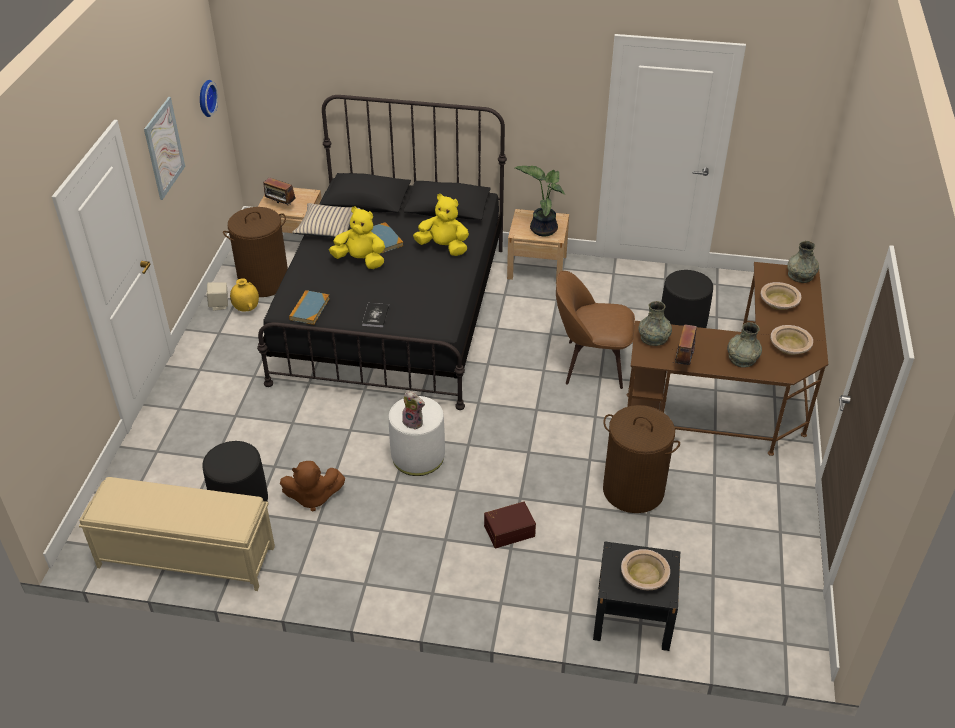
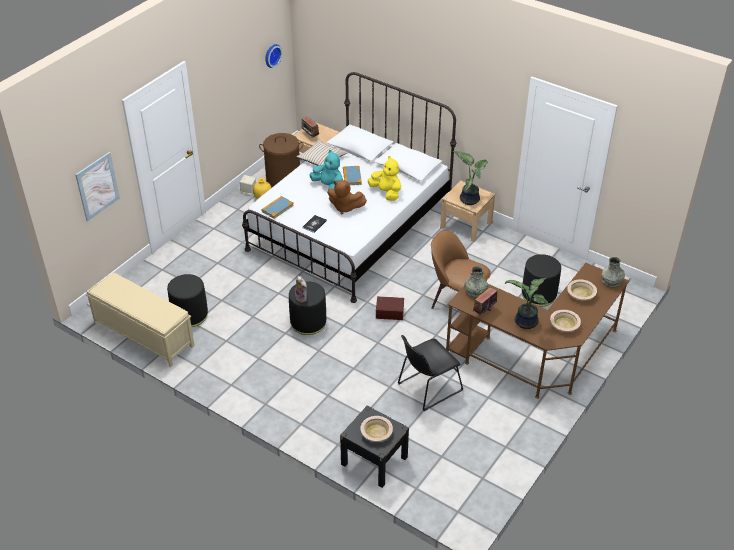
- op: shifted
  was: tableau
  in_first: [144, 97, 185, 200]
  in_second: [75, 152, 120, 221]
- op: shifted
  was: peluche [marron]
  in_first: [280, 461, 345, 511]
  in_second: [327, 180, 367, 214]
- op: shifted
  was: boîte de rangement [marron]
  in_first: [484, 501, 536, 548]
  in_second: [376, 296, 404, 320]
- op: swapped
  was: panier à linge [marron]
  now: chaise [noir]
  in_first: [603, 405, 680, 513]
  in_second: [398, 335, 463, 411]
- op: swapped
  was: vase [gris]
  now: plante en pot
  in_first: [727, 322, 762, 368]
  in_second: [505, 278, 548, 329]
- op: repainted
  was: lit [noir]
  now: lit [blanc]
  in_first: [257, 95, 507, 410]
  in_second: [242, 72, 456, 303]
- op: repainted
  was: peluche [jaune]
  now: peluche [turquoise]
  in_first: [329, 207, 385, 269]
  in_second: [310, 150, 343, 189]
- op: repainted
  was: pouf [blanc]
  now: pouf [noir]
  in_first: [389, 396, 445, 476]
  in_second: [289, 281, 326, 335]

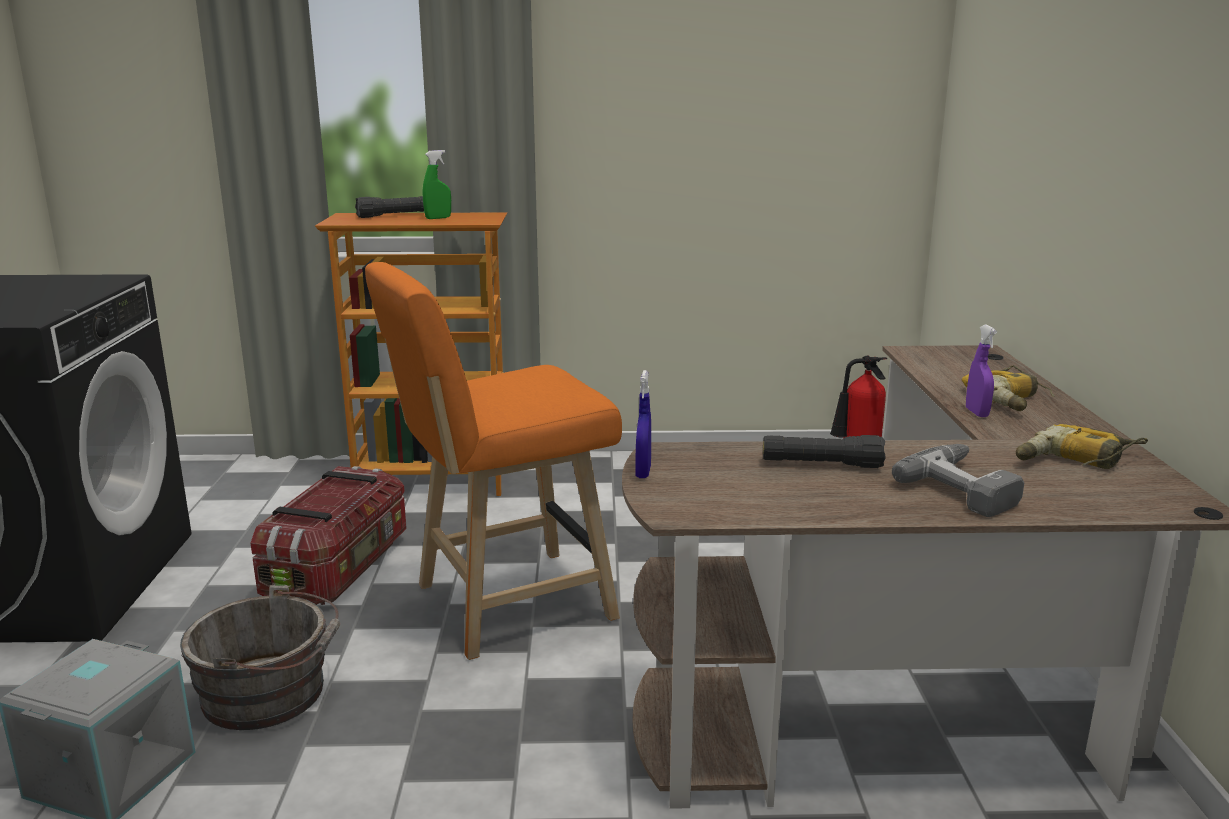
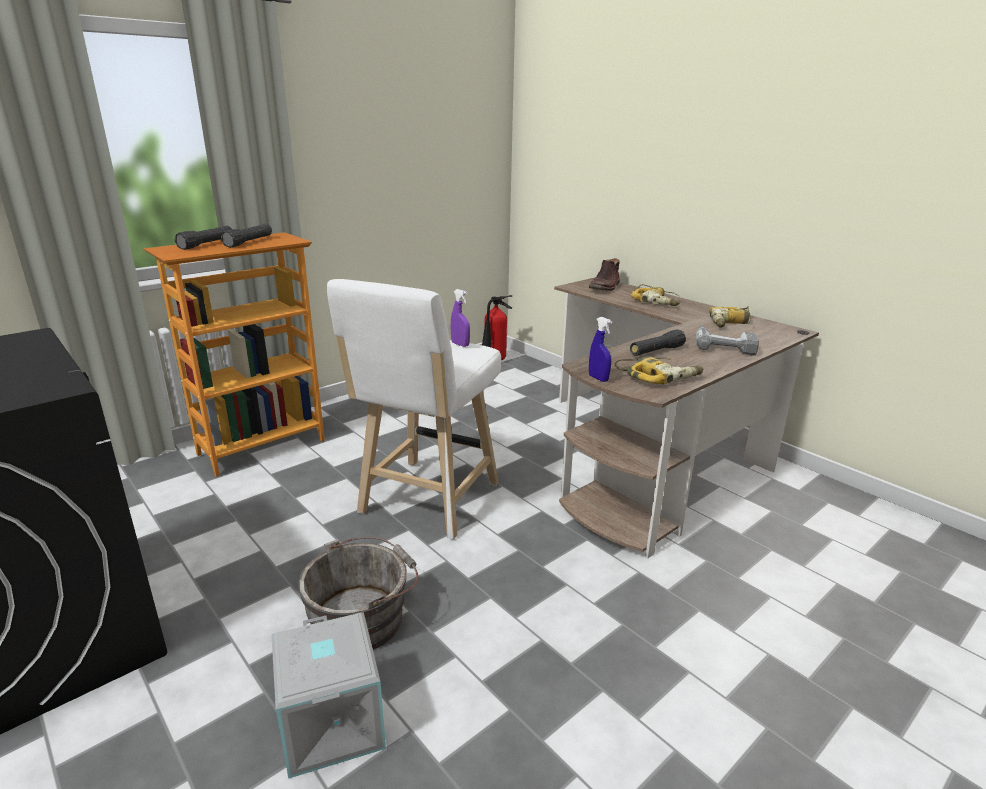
- op: gone
  was: boîte de rangement
  in_first: [251, 466, 407, 605]
- op: new
  now: botte [marron]
  in_second: [589, 258, 620, 291]
- op: new
  now: perceuse
  in_second: [615, 356, 703, 384]
- op: shifted
  was: vaporisateur [violet]
  in_first: [966, 325, 997, 417]
  in_second: [451, 289, 470, 347]
- op: swapped
  was: vaporisateur [vert]
  now: lampe de poche [noir]
  in_first: [423, 150, 451, 219]
  in_second: [221, 224, 272, 248]
- op: repainted
  was: tabouret [orange]
  now: tabouret [blanc]
  in_first: [365, 262, 622, 660]
  in_second: [327, 279, 501, 540]

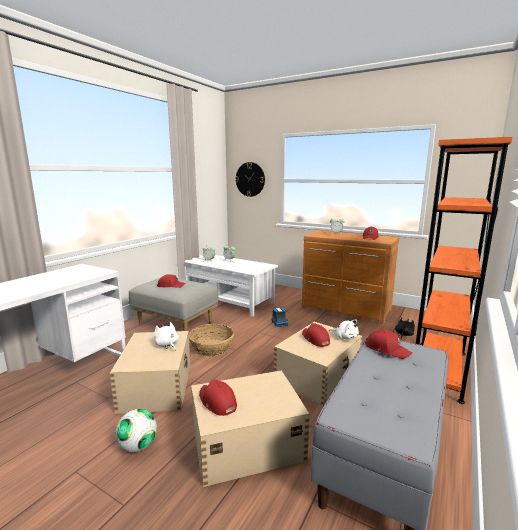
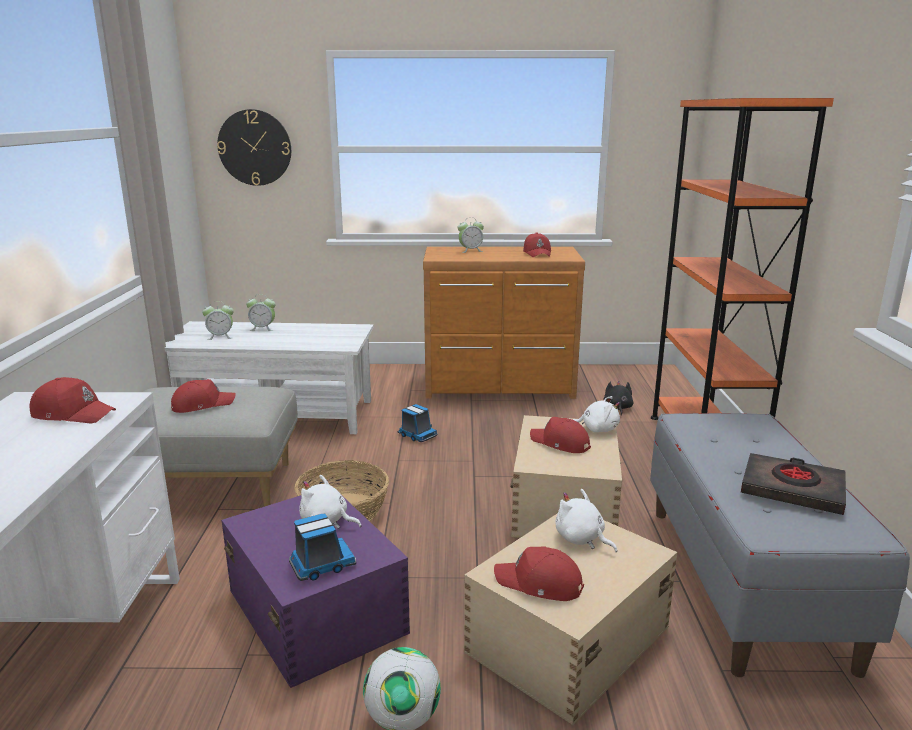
- op: new
  now: camion jouet
  in_second: [289, 514, 356, 581]
- op: new
  now: peluche [blanc]
  in_second: [555, 489, 617, 552]
- op: new
  now: livre [noir]
  in_second: [741, 453, 846, 515]
- op: shifted
  was: casquette [rouge]
  in_first: [365, 330, 412, 359]
  in_second: [30, 377, 116, 424]
- op: repainted
  was: boîte de rangement [beige]
  now: boîte de rangement [violet]
  in_first: [110, 331, 191, 414]
  in_second: [221, 486, 410, 688]

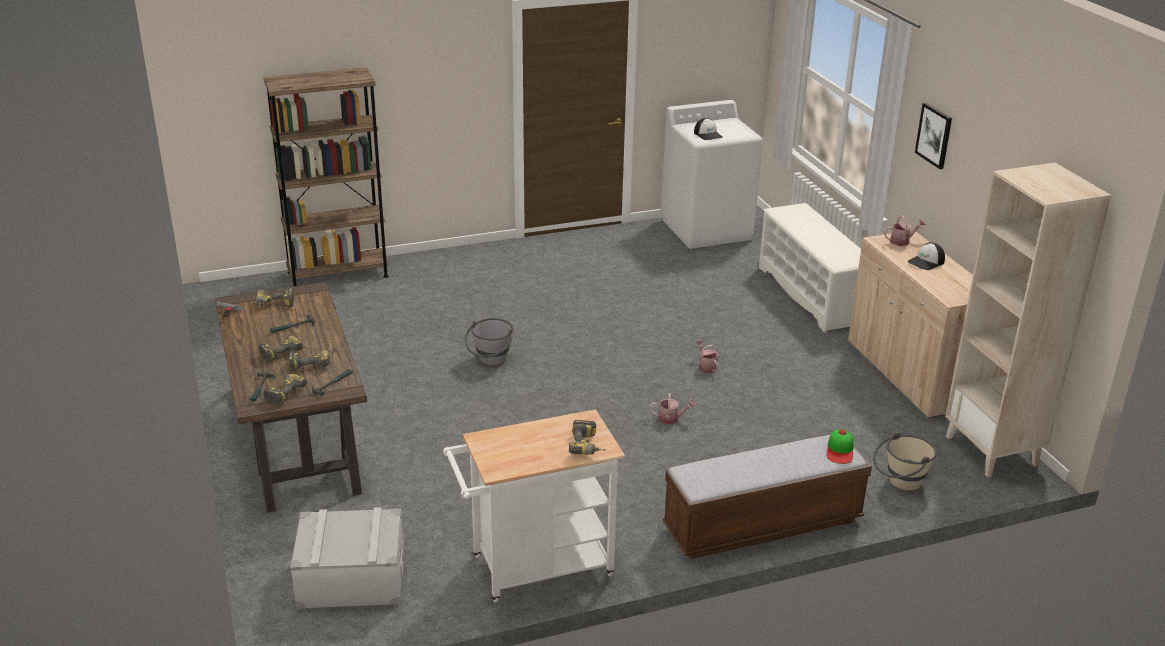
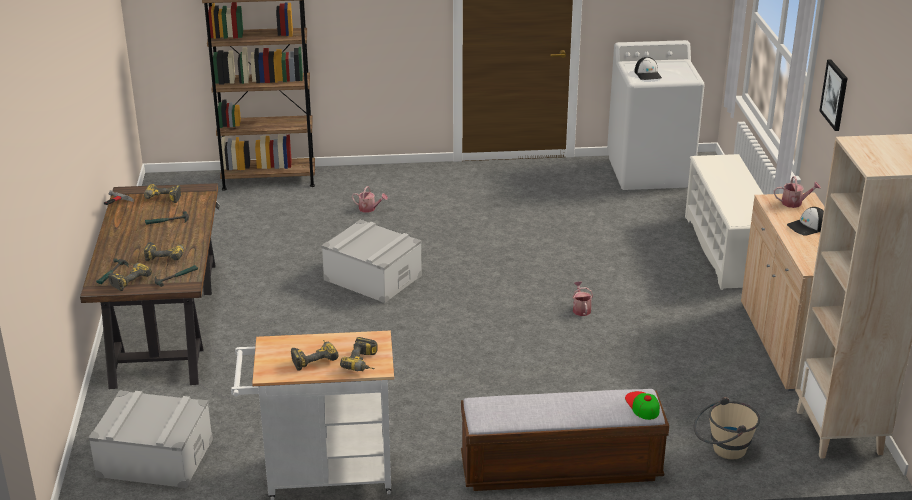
- op: shifted
  was: perceuse
  in_first: [259, 335, 303, 363]
  in_second: [291, 340, 339, 371]
- op: shifted
  was: arrosoir
  in_first: [650, 393, 696, 424]
  in_second: [352, 186, 388, 213]
- op: swapped
  was: seau [gris]
  now: boîte de rangement [gris]
  in_first: [465, 318, 513, 366]
  in_second: [321, 220, 422, 303]
- op: rotated
  was: casquette
  in_first: [826, 429, 854, 464]
  in_second: [625, 391, 660, 420]
  clockwise: 135

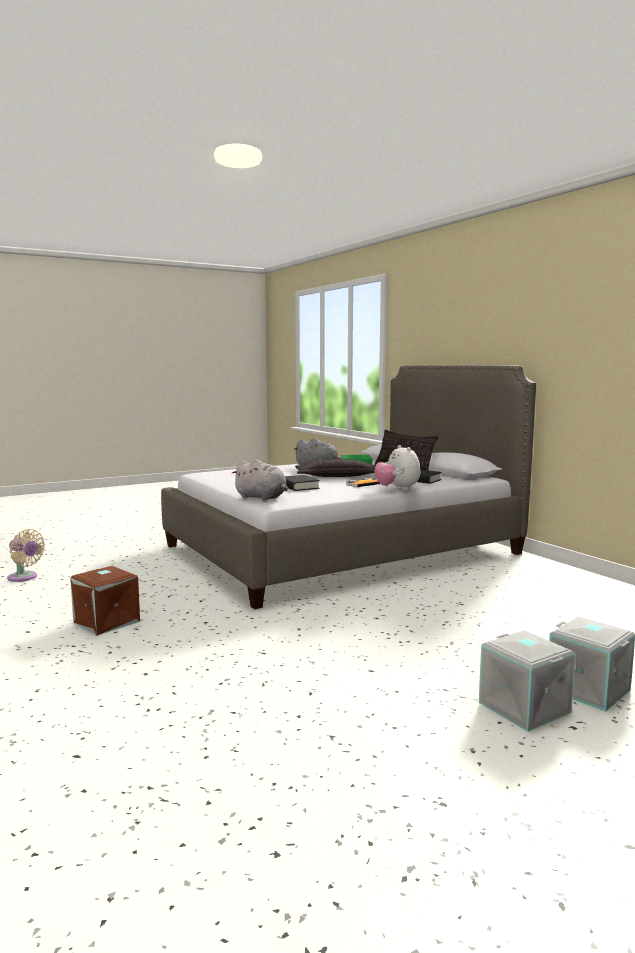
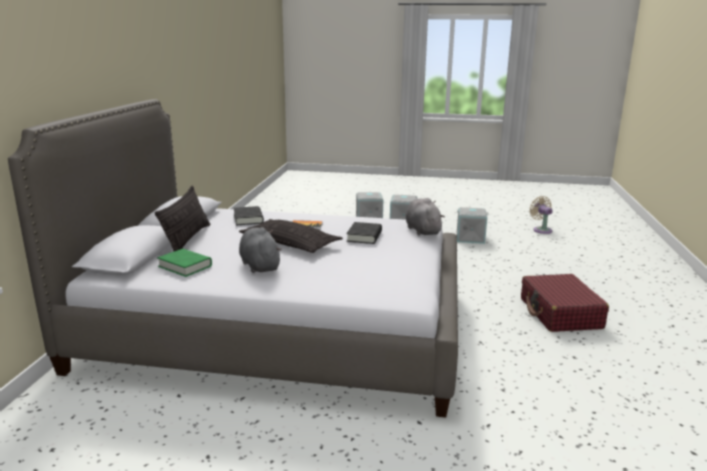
- op: gone
  was: peluche
  in_first: [375, 445, 420, 490]
- op: new
  now: boîte de rangement [gris]
  in_second: [457, 207, 489, 244]
- op: shifted
  was: ventilateur [beige]
  in_first: [7, 529, 45, 582]
  in_second: [529, 196, 553, 234]
- op: swapped
  was: boîte de rangement [marron]
  now: valise [rouge]
  in_first: [70, 566, 140, 635]
  in_second: [521, 274, 609, 332]

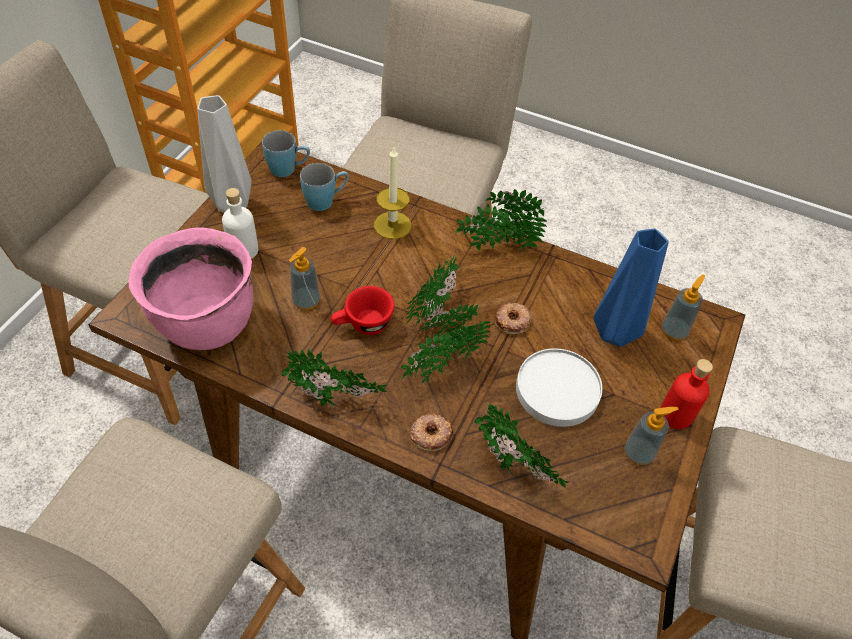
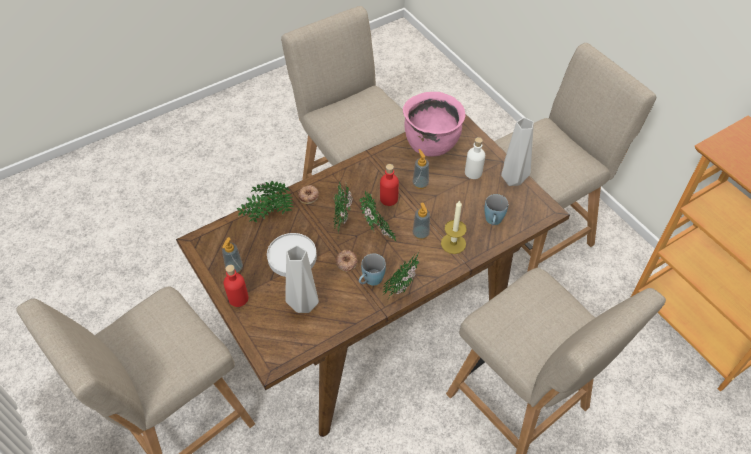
- op: gone
  was: plante en pot
  in_first: [282, 348, 387, 406]
- op: shifted
  was: mug [bleu]
  in_first: [262, 130, 310, 177]
  in_second: [359, 254, 386, 286]
- op: shifted
  was: distributeur de savon
  in_first: [662, 275, 705, 340]
  in_second: [412, 202, 430, 239]
- op: swapped
  was: tasse [rouge]
  now: bouteille [rouge]
  in_first: [331, 286, 394, 335]
  in_second: [380, 164, 399, 206]
- op: repainted
  was: vase [bleu]
  now: vase [gris]
  in_first: [593, 229, 669, 347]
  in_second: [285, 245, 319, 313]

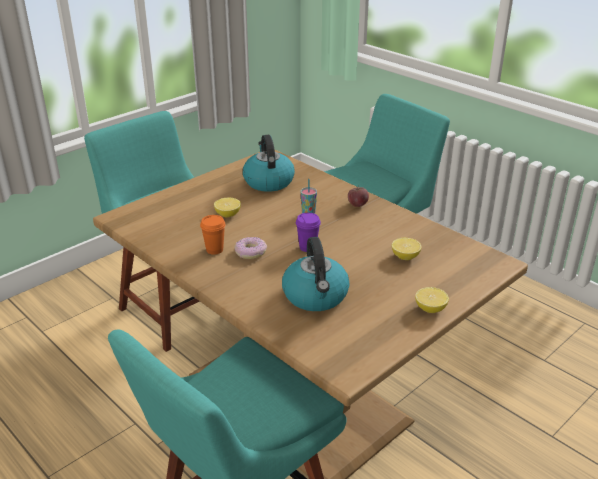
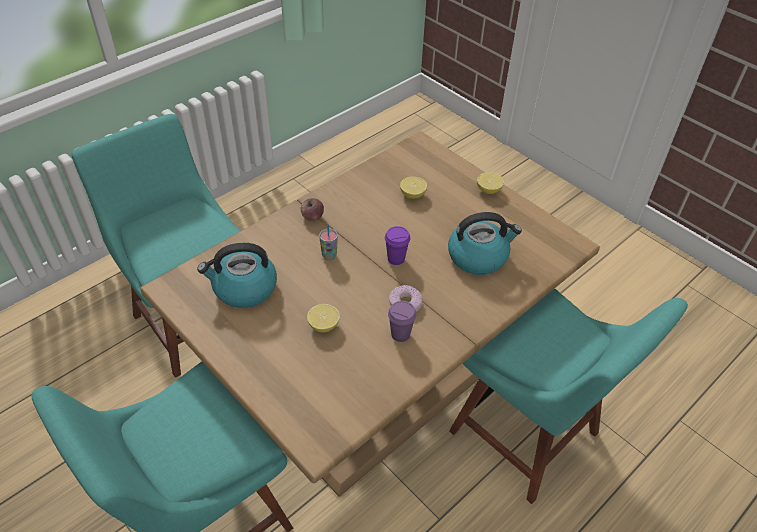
- op: repainted
  was: tasse [orange]
  now: tasse [violet]
  in_first: [200, 215, 226, 255]
  in_second: [388, 301, 416, 342]

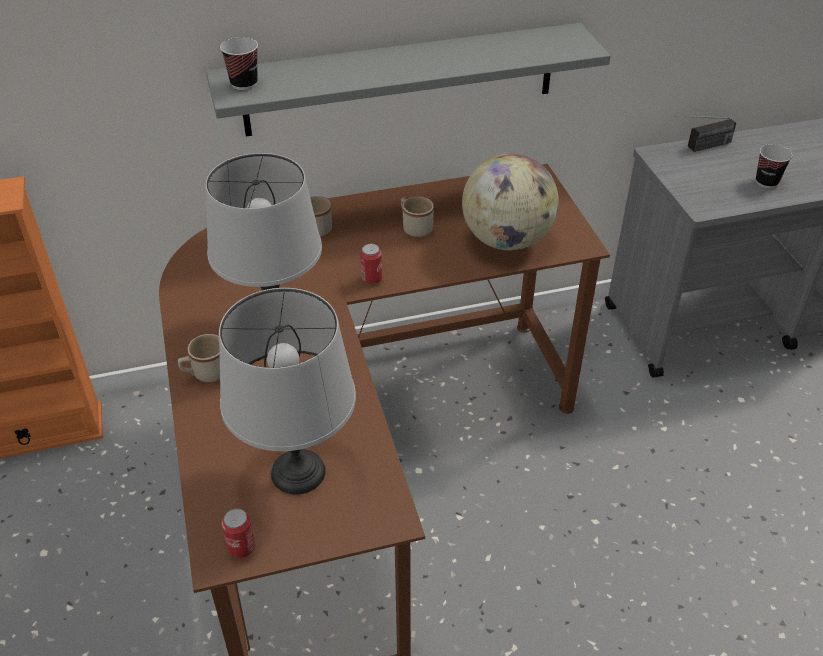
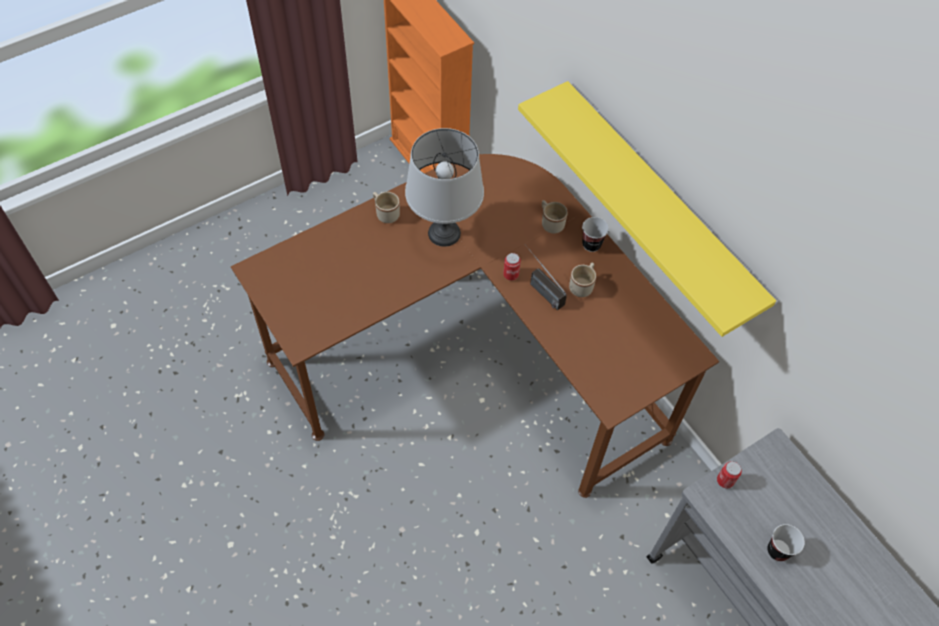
- op: gone
  was: lampe de table [gris]
  in_first: [219, 288, 356, 495]
- op: gone
  was: globe
  in_first: [462, 154, 559, 251]
- op: shifted
  was: tasse
  in_first: [220, 37, 258, 90]
  in_second: [582, 217, 609, 252]
- op: shifted
  was: boîte métallique
  in_first: [222, 508, 255, 558]
  in_second: [717, 461, 742, 489]
- op: shifted
  was: radio
  in_first: [675, 115, 736, 152]
  in_second: [524, 244, 567, 310]
- op: repainted
  was: étagère [gris]
  now: étagère [jaune]
  in_first: [206, 23, 611, 136]
  in_second: [518, 81, 776, 337]

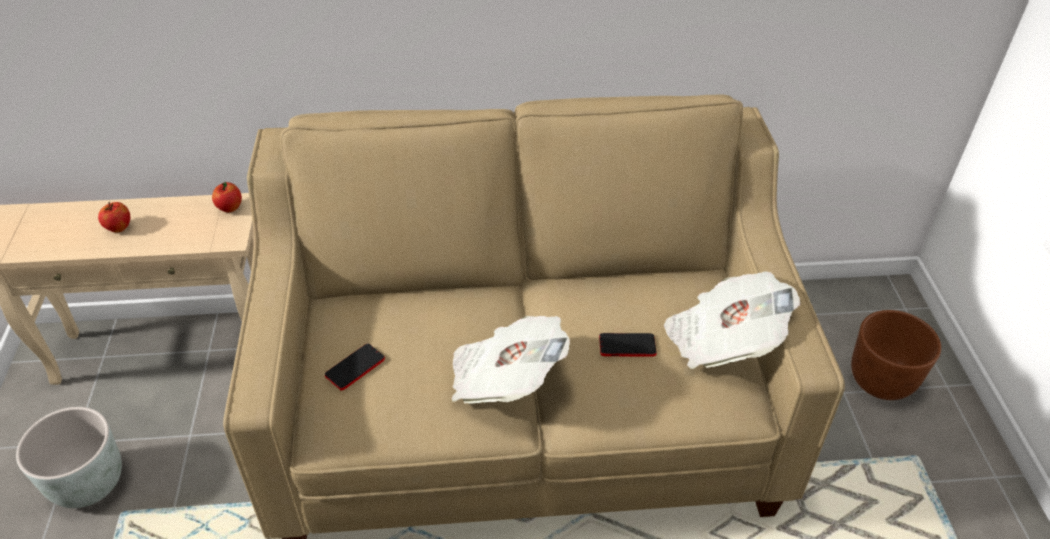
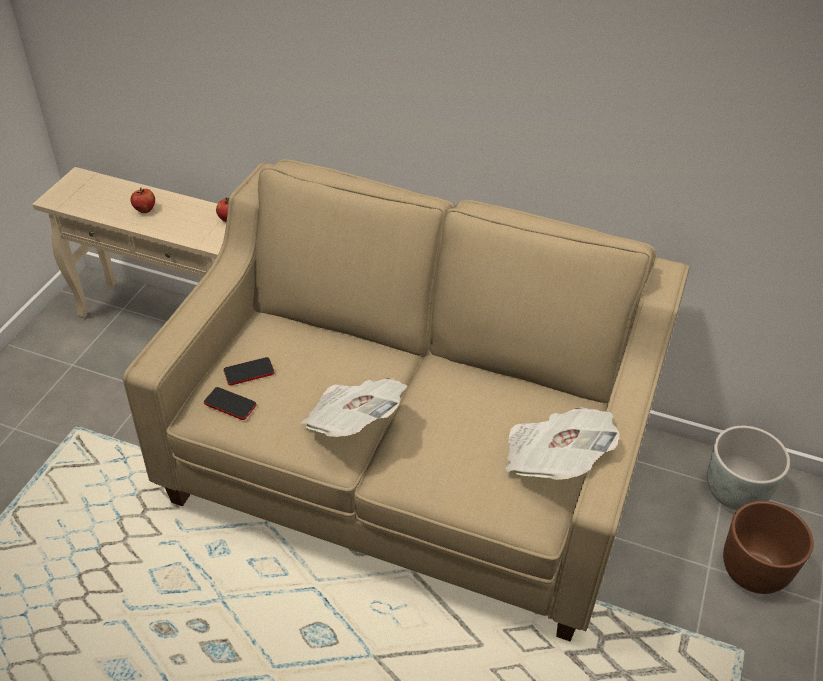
- op: shifted
  was: cache-pot [gris]
  in_first: [16, 407, 122, 508]
  in_second: [707, 426, 790, 511]
- op: shifted
  was: téléphone
  in_first: [599, 333, 657, 357]
  in_second: [204, 387, 257, 420]

